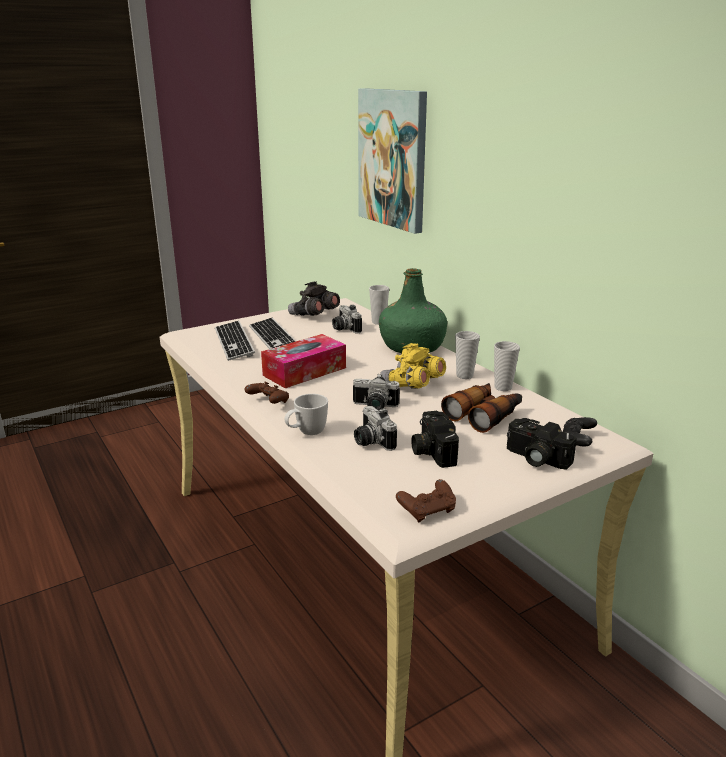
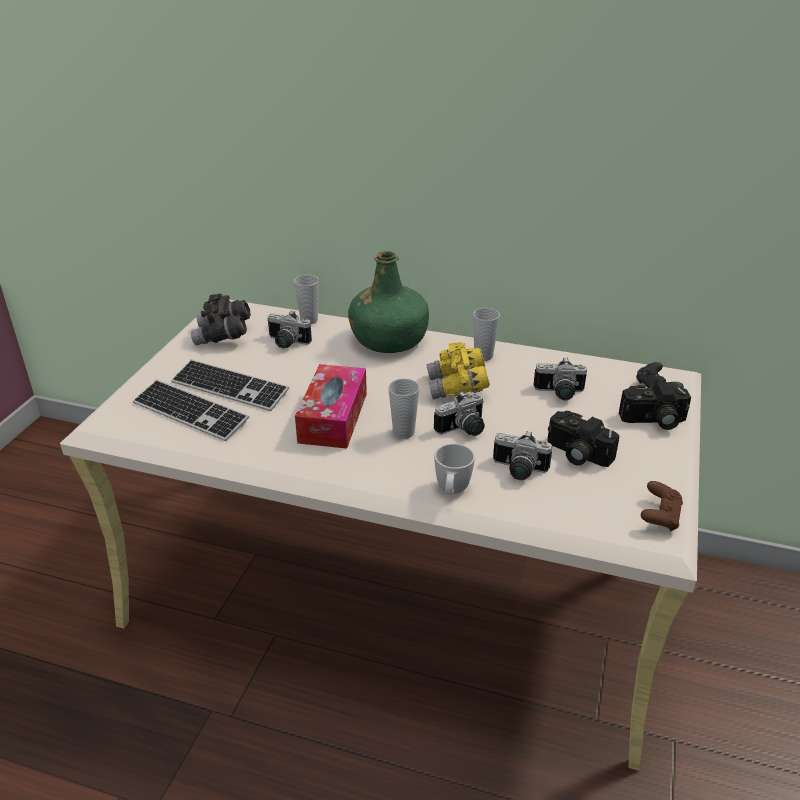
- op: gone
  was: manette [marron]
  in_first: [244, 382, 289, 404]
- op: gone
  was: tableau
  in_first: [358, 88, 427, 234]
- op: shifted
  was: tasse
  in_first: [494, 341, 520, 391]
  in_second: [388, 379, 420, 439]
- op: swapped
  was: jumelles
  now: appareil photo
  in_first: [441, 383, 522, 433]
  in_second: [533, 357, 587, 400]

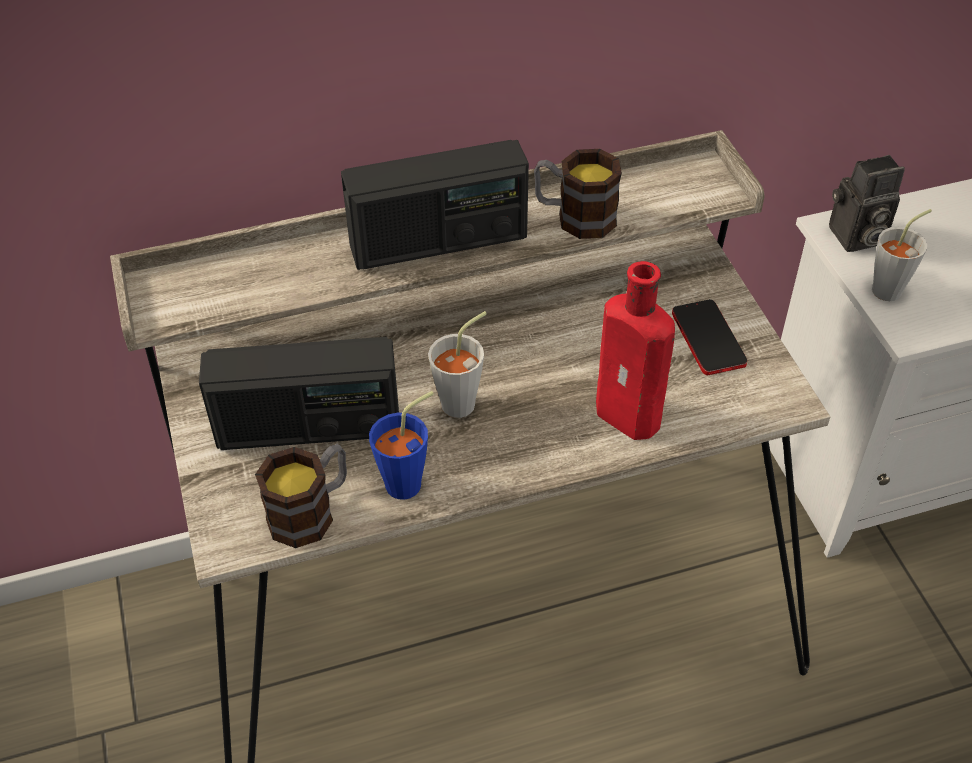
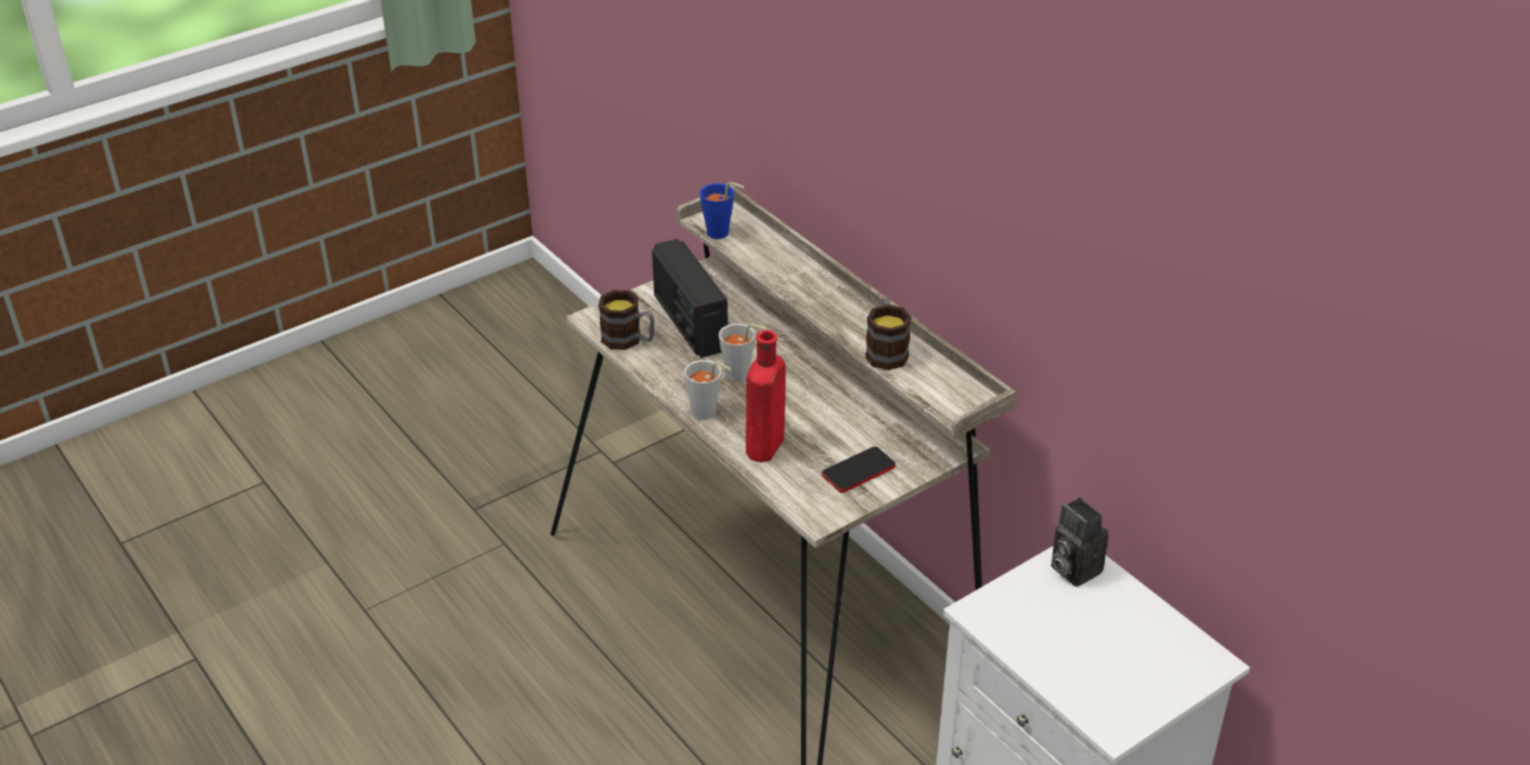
- op: gone
  was: radio
  in_first: [341, 140, 529, 270]
- op: shifted
  was: tasse [bleu]
  in_first: [369, 391, 434, 500]
  in_second: [700, 182, 744, 239]
- op: shifted
  was: tasse [gris]
  in_first: [872, 209, 932, 301]
  in_second: [684, 360, 731, 420]

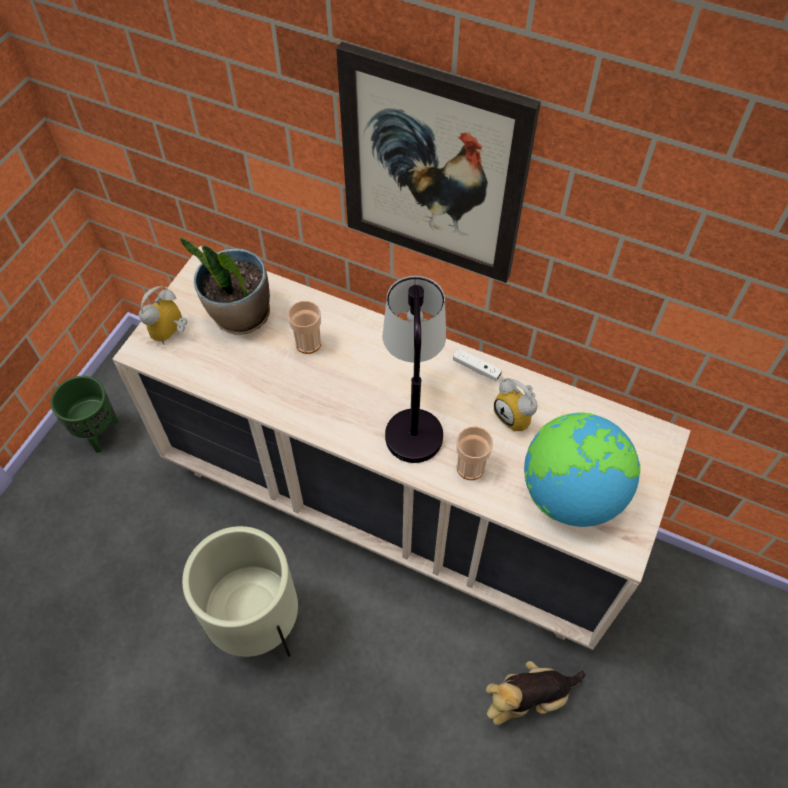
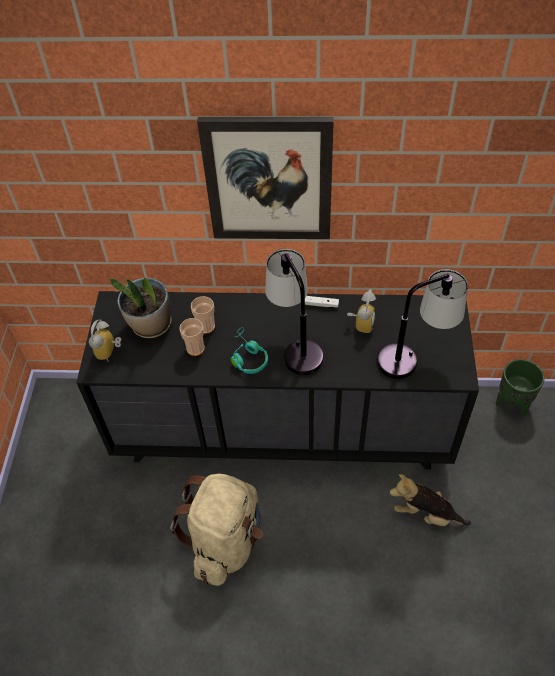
- op: new
  now: casque audio [turquoise]
  in_second: [231, 327, 268, 374]
- op: shifted
  was: cache-pot [vert]
  in_first: [51, 376, 119, 453]
  in_second: [496, 359, 545, 416]
- op: shifted
  was: tasse
  in_first: [456, 427, 493, 480]
  in_second: [180, 318, 205, 356]
- op: swapped
  was: cache-pot [beige]
  now: sac à dos [beige]
  in_first: [182, 526, 298, 657]
  in_second: [170, 474, 263, 586]
- op: swapped
  was: globe
  now: lampe de table
  in_first: [524, 412, 640, 527]
  in_second: [376, 269, 468, 379]
- op: repainted
  was: commode [beige]
  now: commode [noir]
  in_first: [113, 246, 691, 650]
  in_second: [76, 291, 479, 470]
- op: rotated
  was: peluche
  in_first: [486, 661, 585, 725]
  in_second: [390, 474, 471, 526]
  clockwise: 60
- op: rotated
  was: réveil
  in_first: [494, 378, 537, 431]
  in_second: [347, 289, 376, 333]
  clockwise: -105

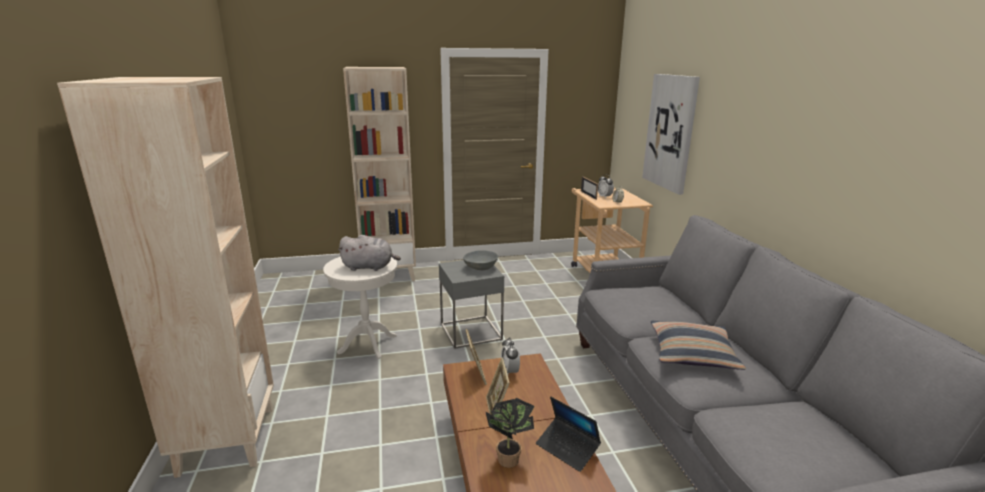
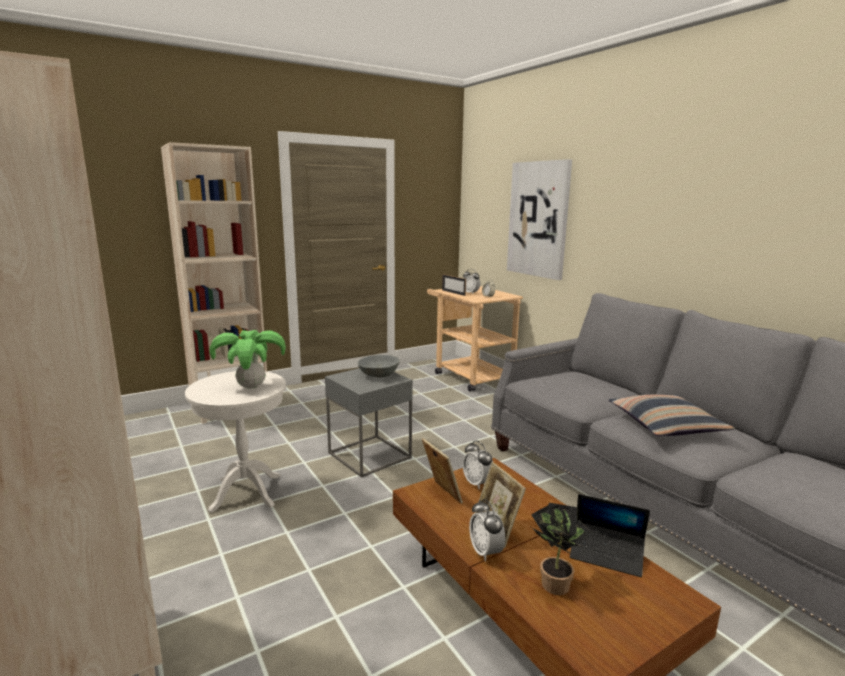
- op: new
  now: réveil
  in_second: [469, 499, 506, 561]
- op: swapped
  was: peluche [gris]
  now: plante en pot
  in_first: [338, 235, 401, 271]
  in_second: [209, 330, 286, 389]

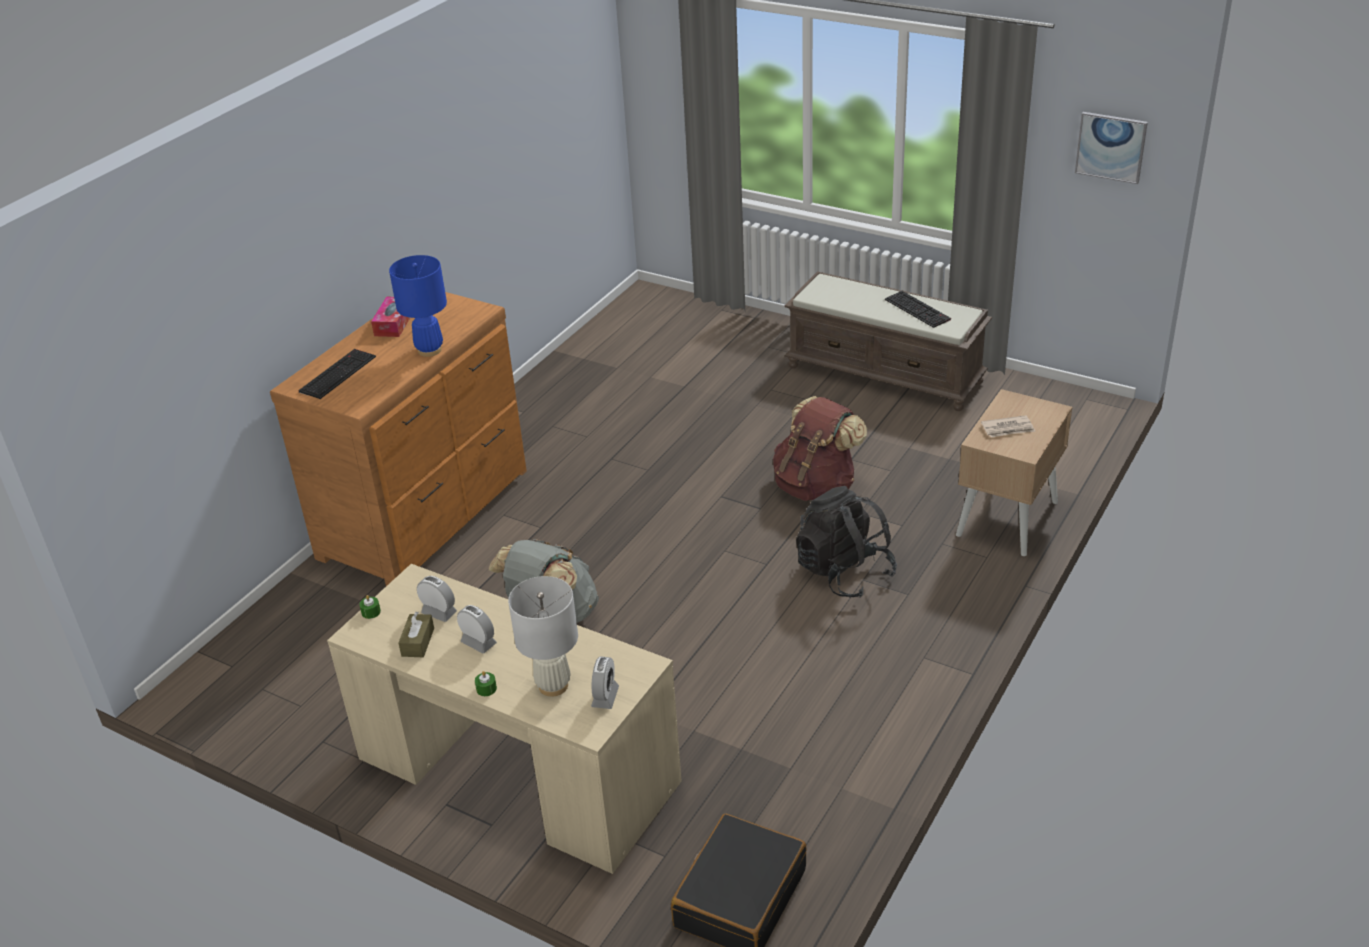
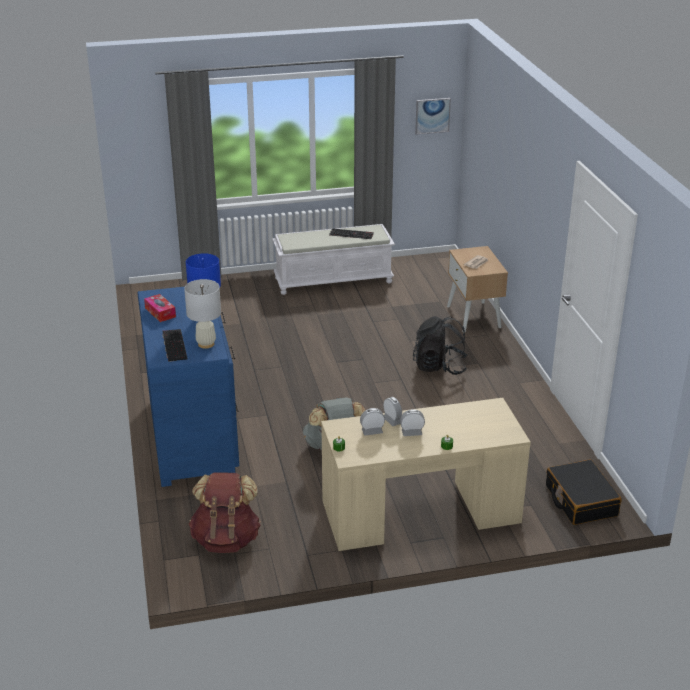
- op: gone
  was: boîte à mouchoirs [marron]
  in_first: [398, 612, 434, 657]
- op: shifted
  was: lampe de table [blanc]
  in_first: [508, 576, 578, 697]
  in_second: [184, 279, 221, 349]
- op: shifted
  was: réveil
  in_first: [591, 656, 619, 709]
  in_second: [384, 397, 402, 426]
- op: shifted
  was: sac à dos [marron]
  in_first: [773, 396, 867, 501]
  in_second: [189, 472, 261, 553]
- op: repainted
  was: commode [marron]
  now: commode [bleu]
  in_first: [270, 292, 527, 586]
  in_second: [137, 287, 239, 487]
- op: repainted
  was: banc [marron]
  now: banc [blanc]
  in_first: [784, 271, 992, 411]
  in_second: [272, 224, 395, 295]

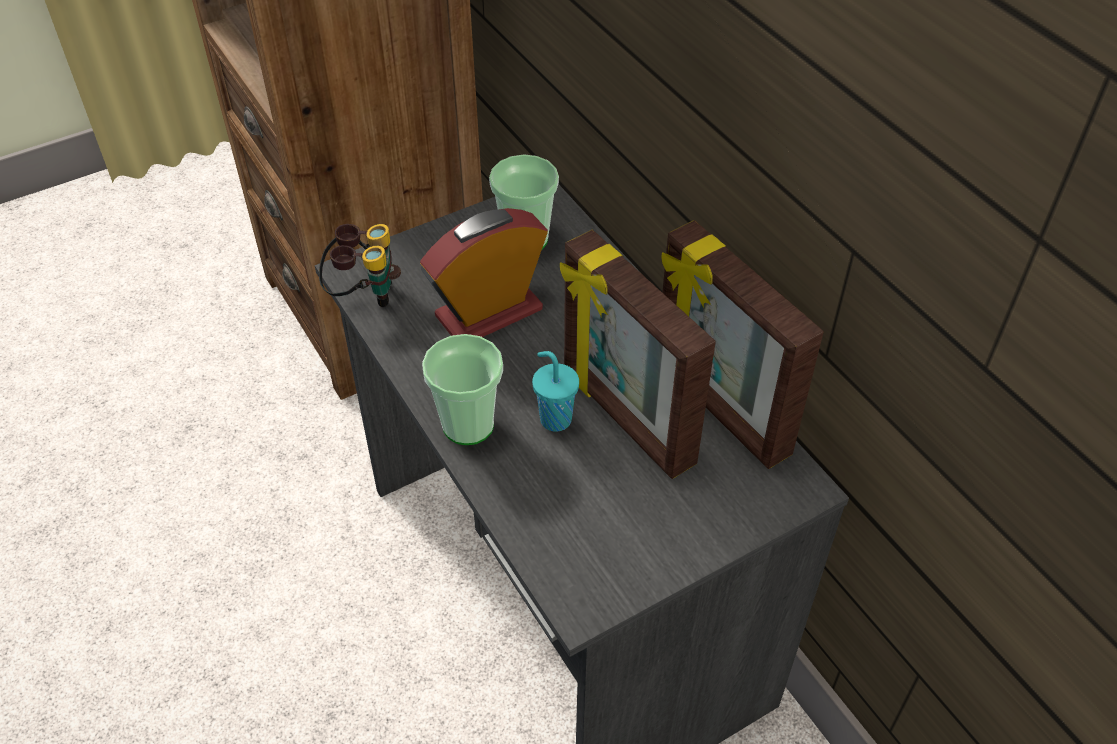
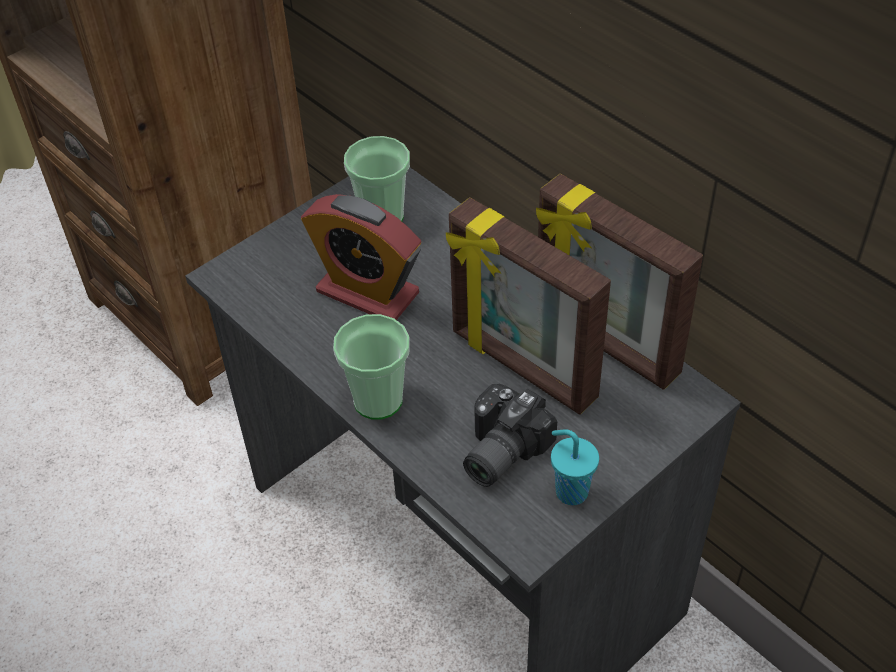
- op: gone
  was: jumelles
  in_first: [319, 224, 401, 307]
- op: new
  now: appareil photo
  in_second: [463, 384, 557, 487]
- op: shifted
  was: tasse [turquoise]
  in_first: [532, 351, 579, 432]
  in_second: [551, 429, 599, 505]
- op: rotated
  was: réveil
  in_first: [420, 208, 548, 337]
  in_second: [301, 194, 421, 320]
  clockwise: -105

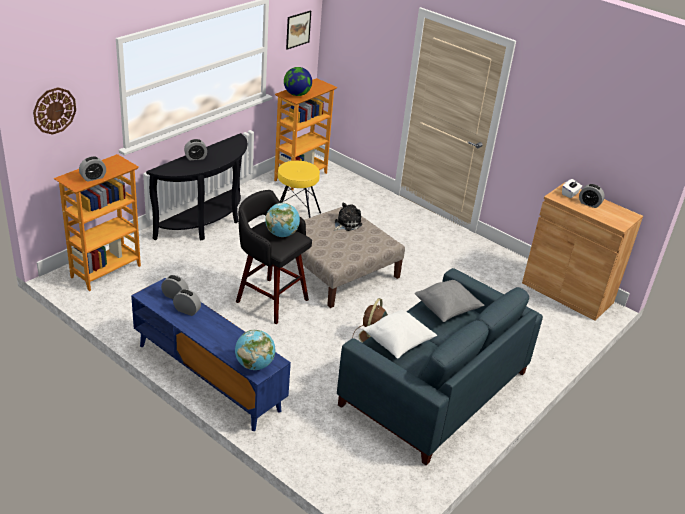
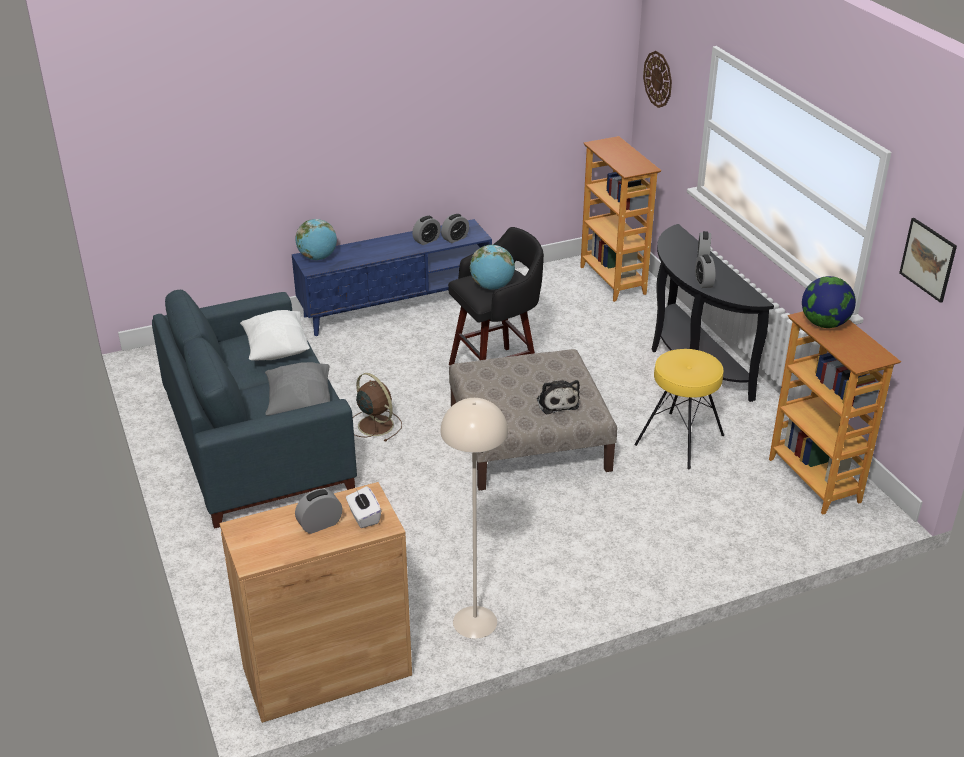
- op: new
  now: lampadaire [beige]
  in_second: [440, 398, 508, 639]
- op: shifted
  was: réveil
  in_first: [79, 156, 106, 182]
  in_second: [695, 255, 715, 288]

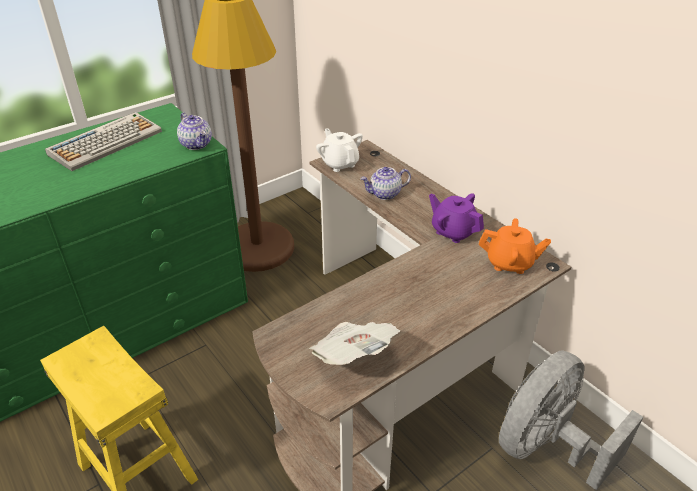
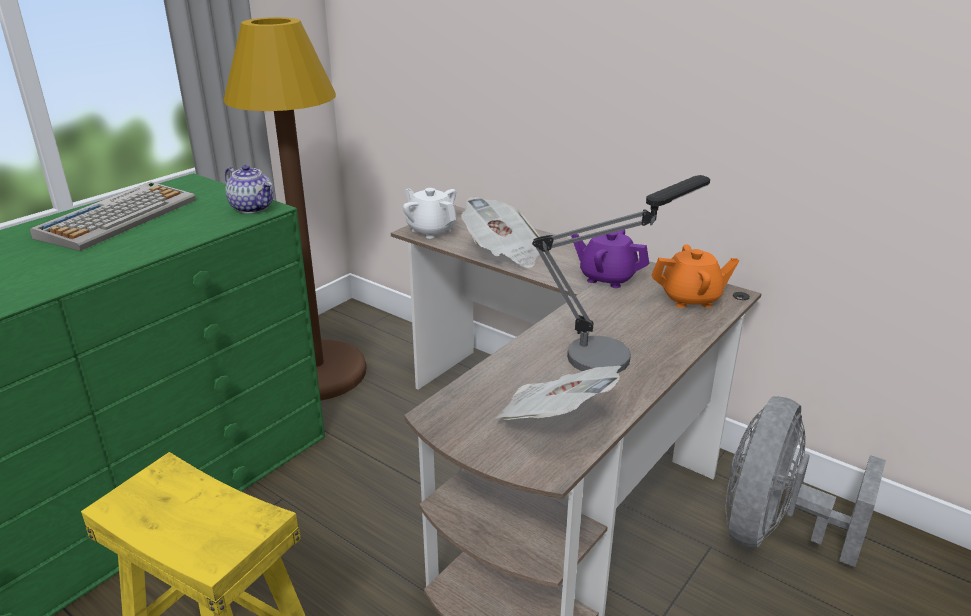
- op: new
  now: lampe de table
  in_second: [532, 175, 710, 373]
- op: swapped
  was: théière
  now: journal
  in_first: [360, 167, 411, 200]
  in_second: [461, 197, 539, 268]

